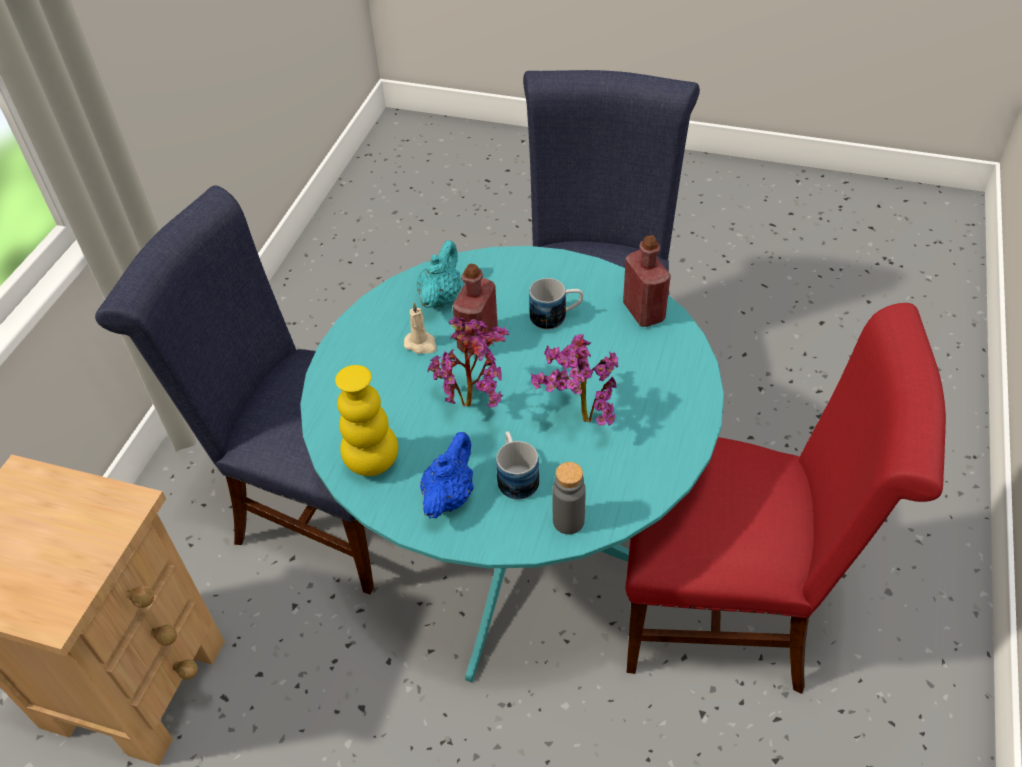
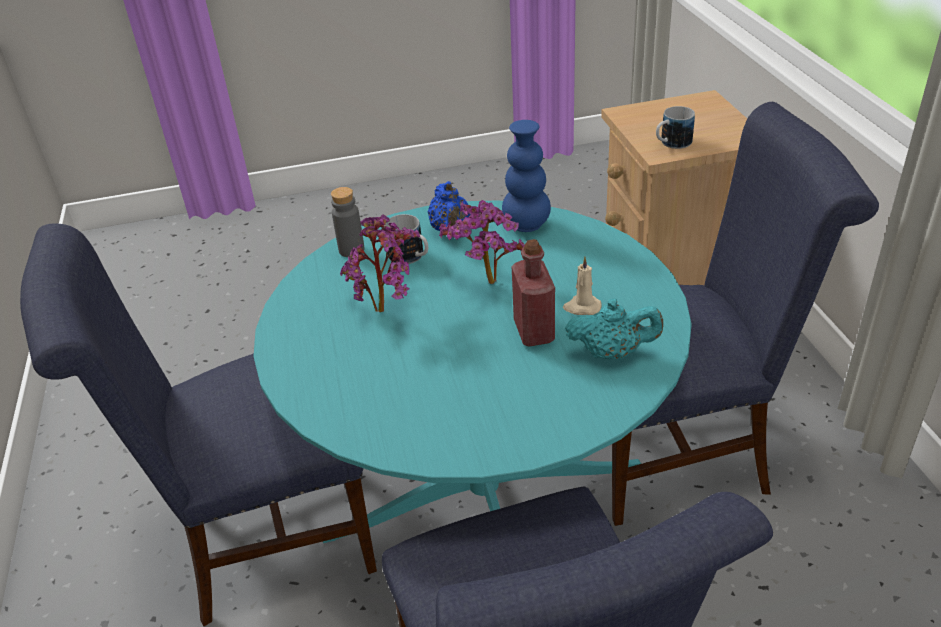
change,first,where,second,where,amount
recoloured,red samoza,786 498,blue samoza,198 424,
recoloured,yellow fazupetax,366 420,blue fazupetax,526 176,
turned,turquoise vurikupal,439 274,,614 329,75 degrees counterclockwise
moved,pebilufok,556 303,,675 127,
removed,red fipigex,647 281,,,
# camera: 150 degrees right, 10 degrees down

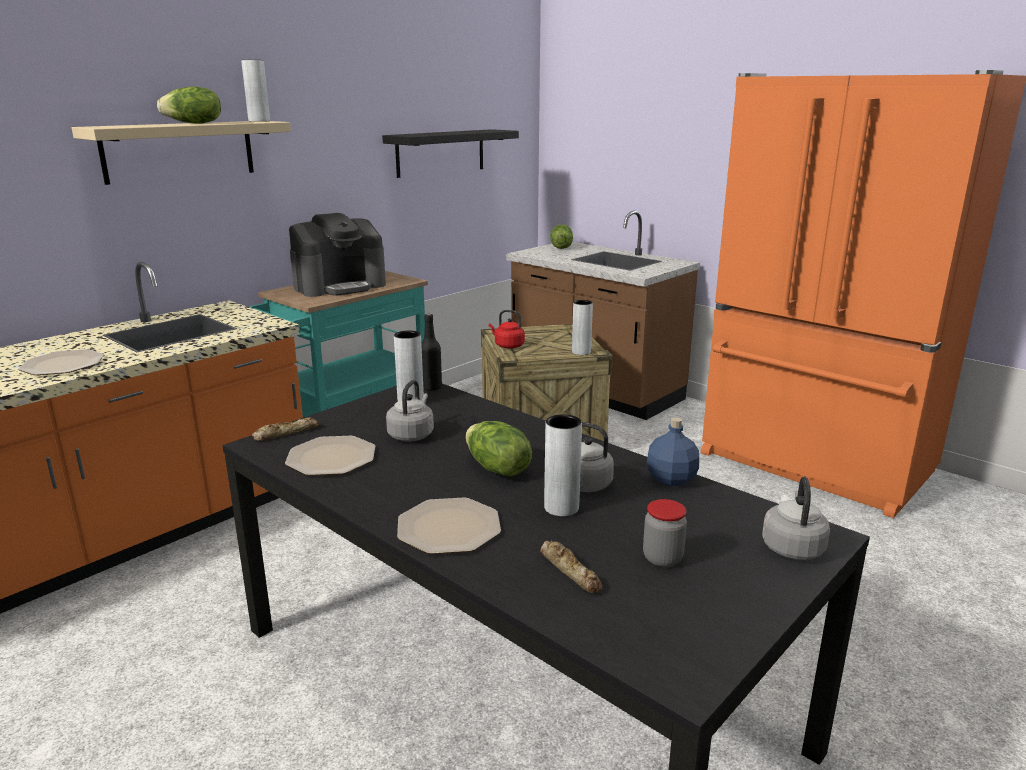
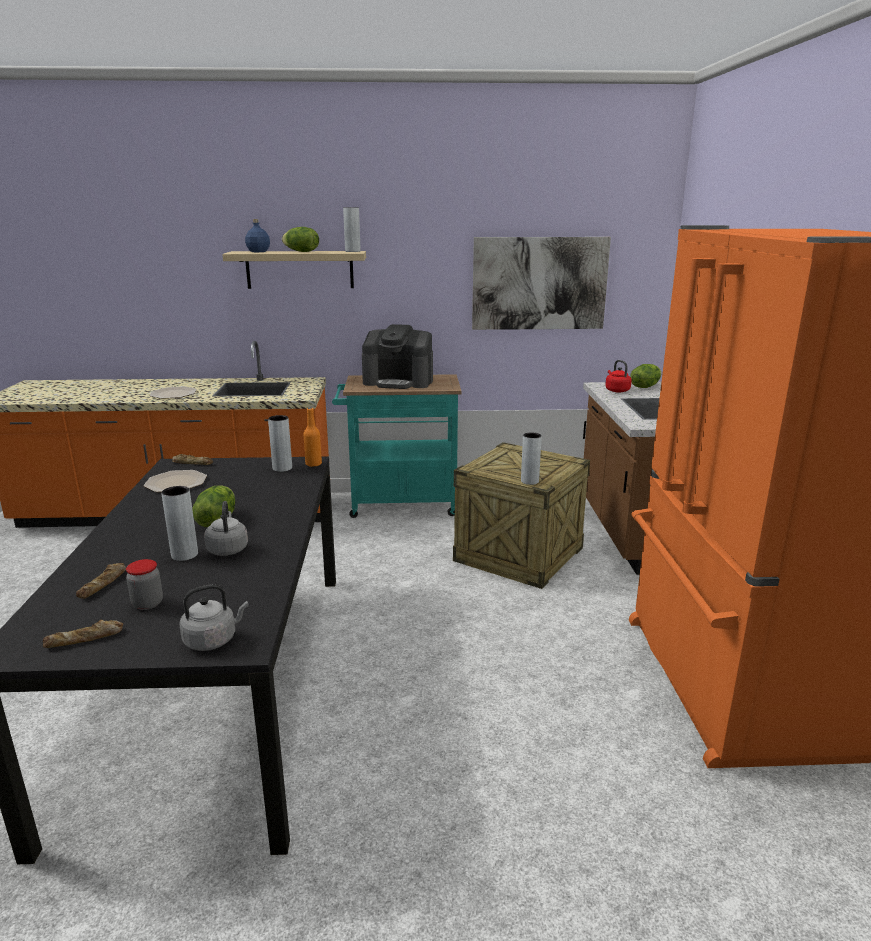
change,first,where,second,where,amount
added,,,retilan,83 633,
moved,blue fipigex,673 451,,257 235,
recoloured,black fipigex,431 352,orange fipigex,312 437,
replaced,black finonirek,450 153,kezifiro,541 283,
moved,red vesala,507 329,,618 376,
removed,grey vesala,410 411,,,
removed,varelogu,449 525,,,
# camera: 45 degrees right, 0 degrees up

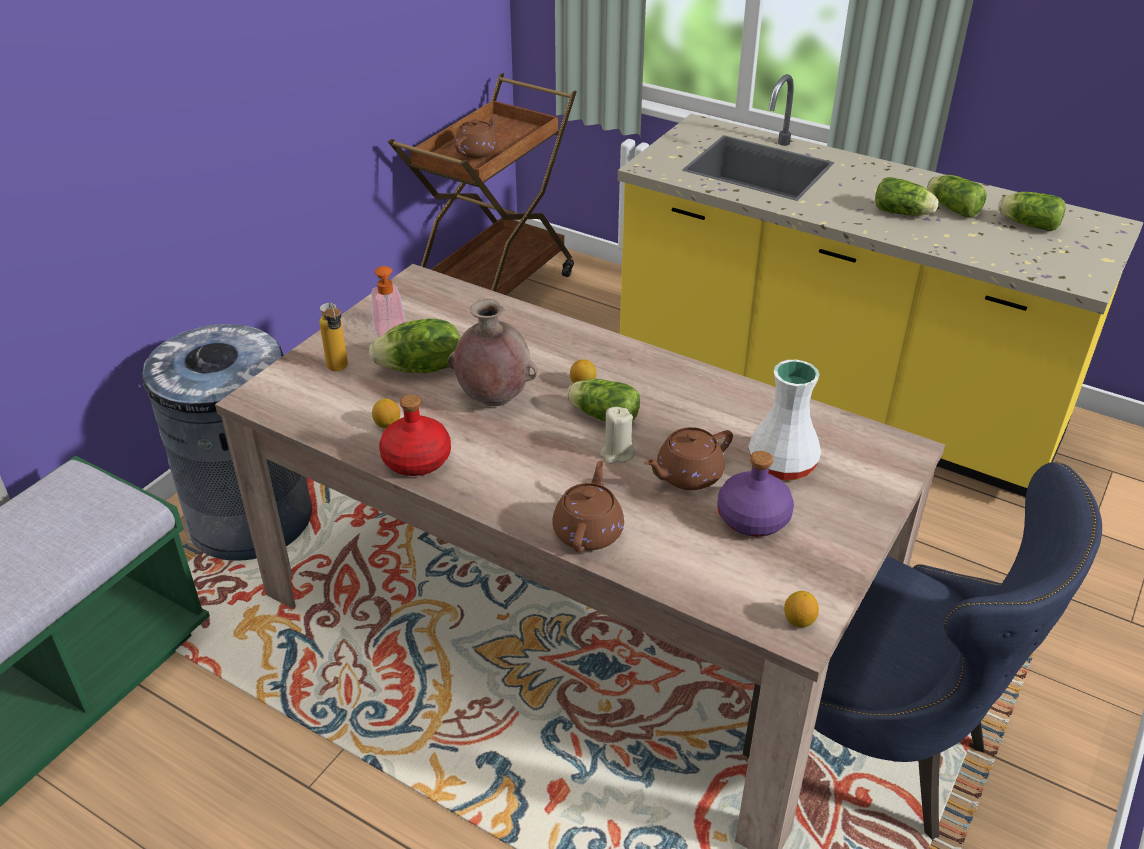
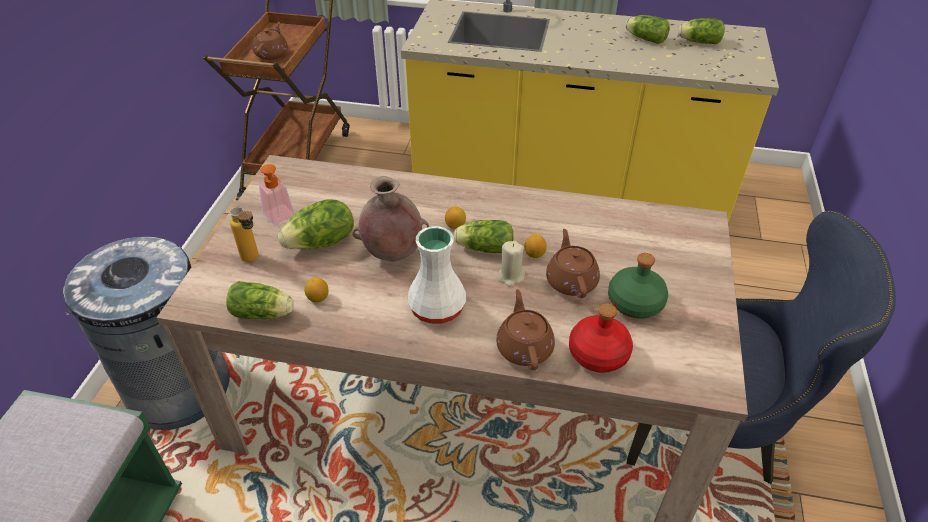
change,first,where,second,where,amount
moved,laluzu,907 196,,260 300,
moved,white fazupetax,784 420,,436 275,
moved,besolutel,801 609,,535 246,
turned,brown vurikupal,688 458,,573 263,135 degrees clockwise
moved,red fipigex,415 435,,601 338,
recoloured,purple fipigex,755 494,green fipigex,638 286,
# camera: 20 degrees left, 5 degrees up

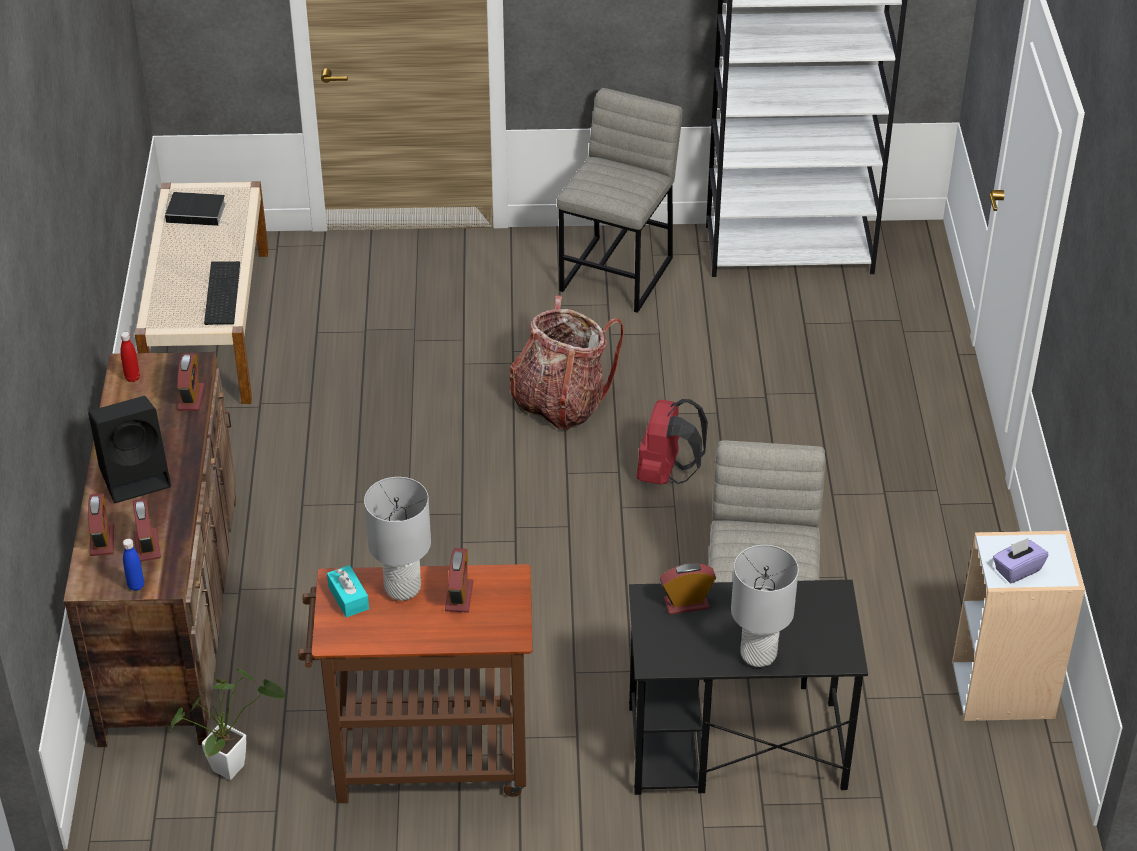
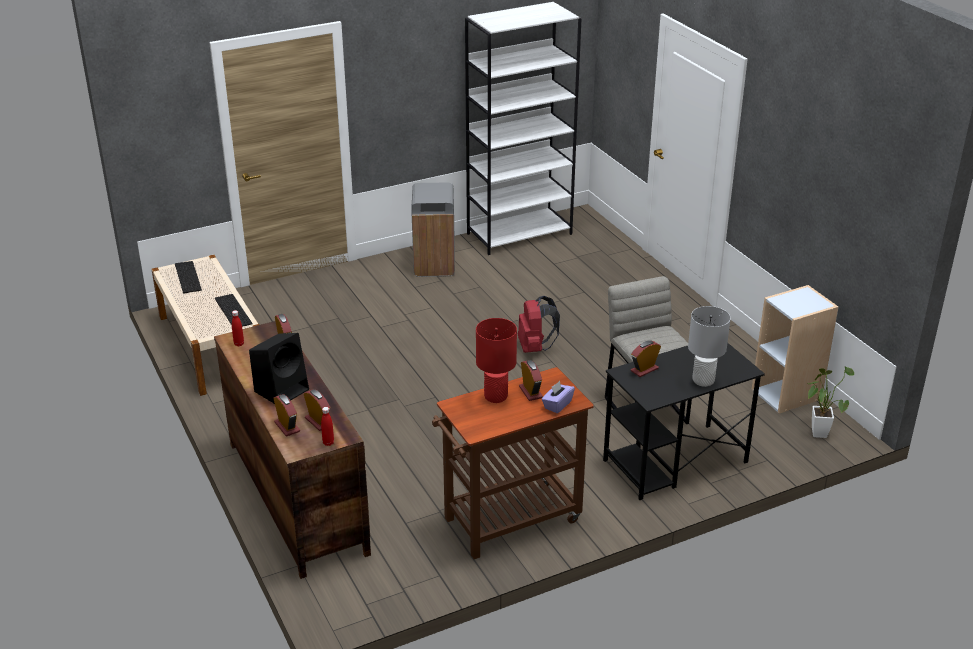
change,first,where,second,where,amount
replaced,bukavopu,197 209,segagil,188 277,
recoloured,blue fipigex,133 564,red fipigex,327 426,
replaced,grey samoza,620 200,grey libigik,433 230,
recoloured,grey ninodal,397 539,red ninodal,496 360,
moved,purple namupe,1020 560,,558 397,
moved,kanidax,228 724,,831 402,
removed,turquoise namupe,348 591,,,
removed,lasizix,567 363,,,
# camera: 25 degrees left, 10 degrees down

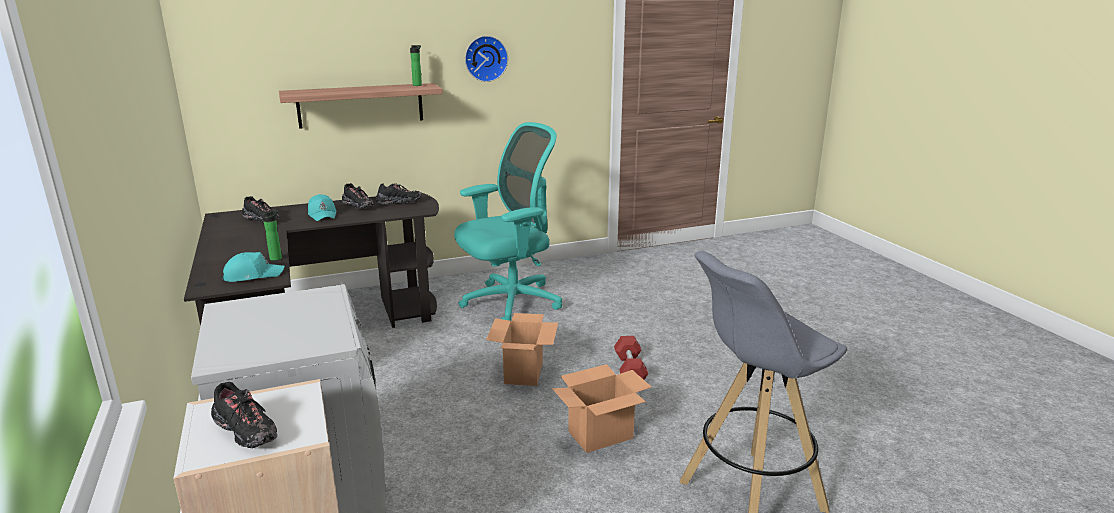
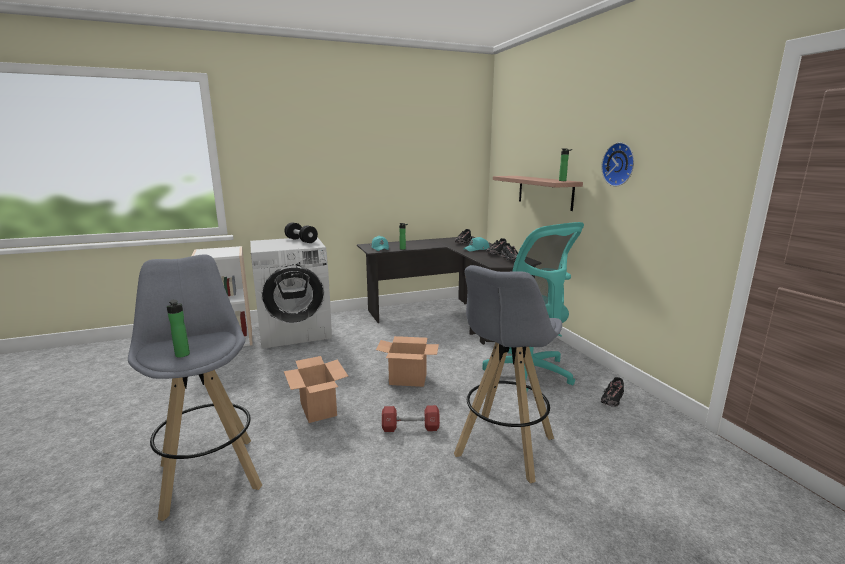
change,first,where,second,where,amount
added,,,fipigex,178 329,
added,,,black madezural,301 232,
added,,,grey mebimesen,508 374,
moved,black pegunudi,244 415,,612 392,
# camera: 90 degrees right, 5 degrees down

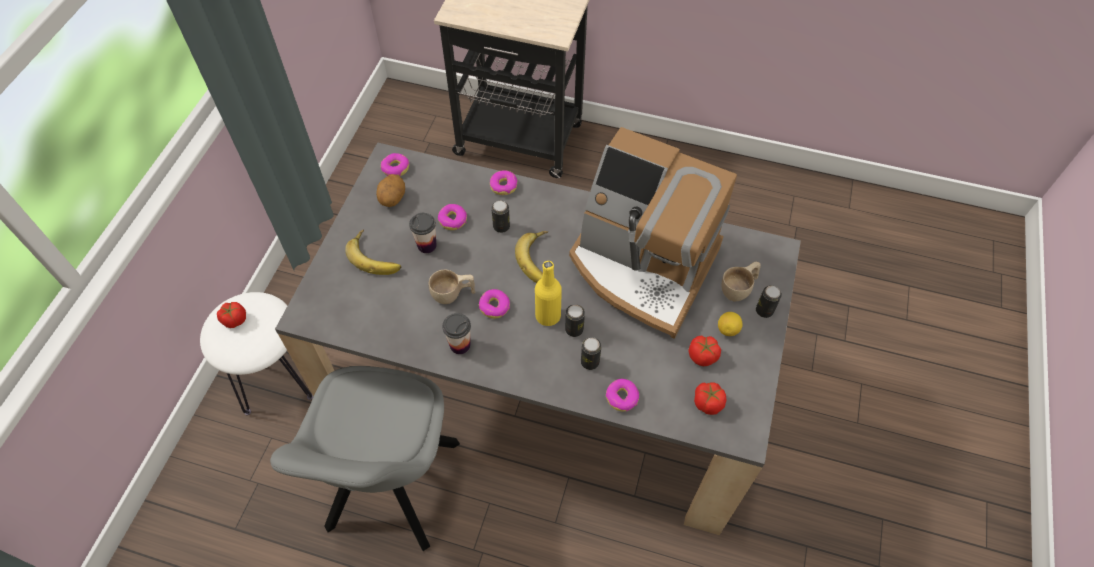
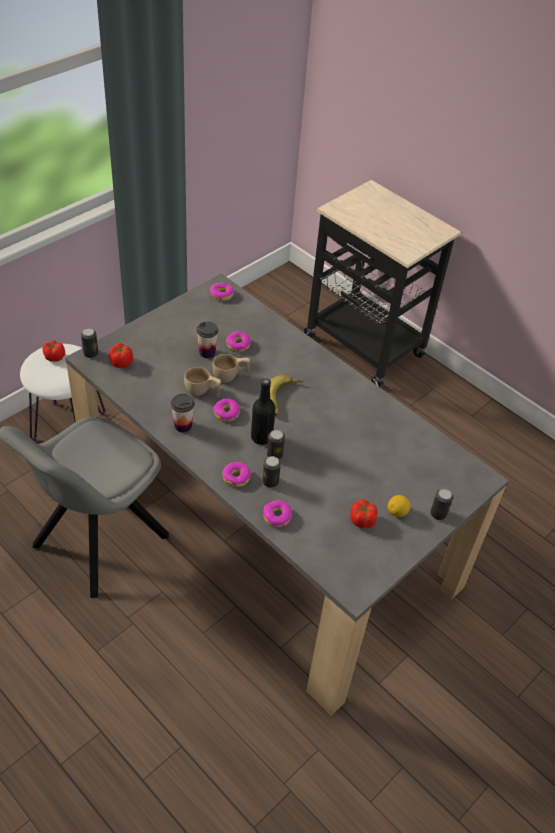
change,first,where,second,where,amount
moved,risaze,500 216,,89 343,
moved,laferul,710 398,,121 355,
moved,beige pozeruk,741 281,,231 368,
moved,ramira,504 182,,236 474,
recoloured,yellow fipigex,548 293,black fipigex,263 412,
removed,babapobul,373 252,,,
removed,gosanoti,390 190,,,
removed,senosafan,653 233,,,
# camera: 25 degrees right, 10 degrees down

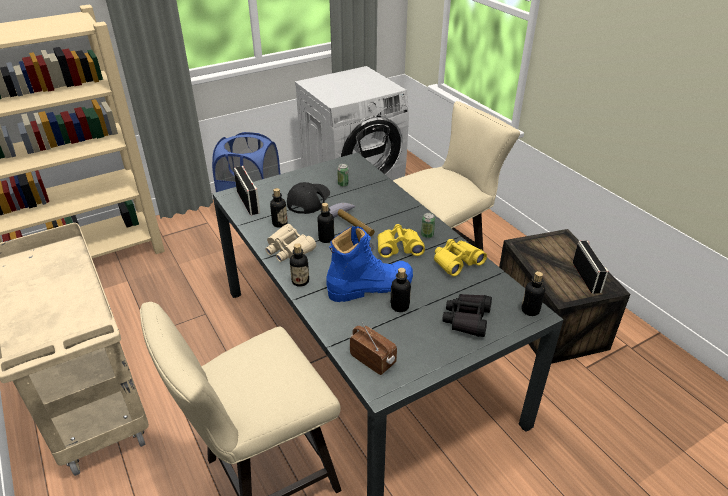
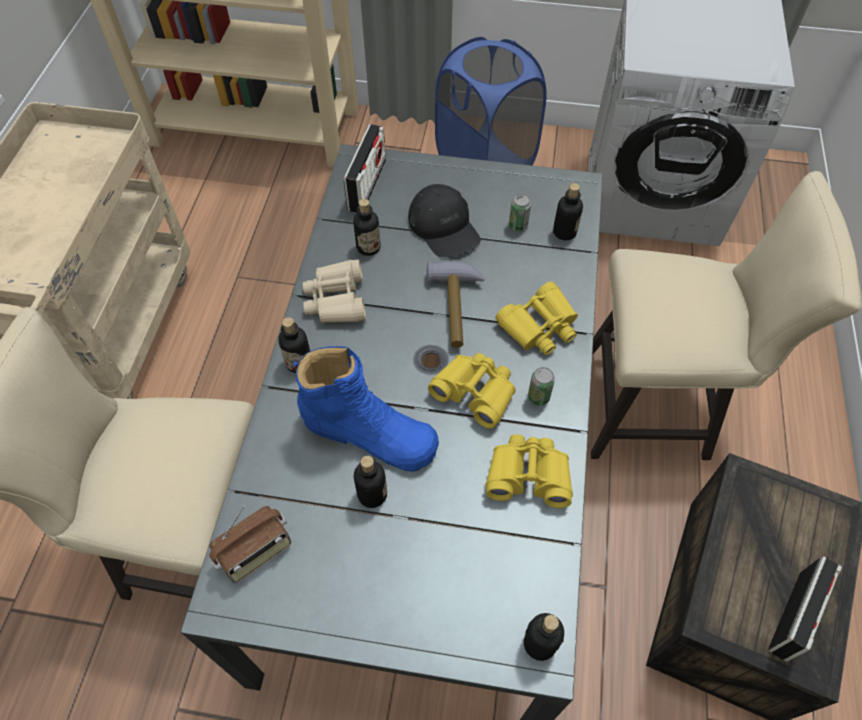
change,first,where,second,where,amount
turned,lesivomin,373 349,,250 544,60 degrees clockwise
turned,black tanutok,308 198,,444 220,90 degrees clockwise
added,,,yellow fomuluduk,536 318,
moved,fipigex,326 223,,568 211,
removed,black fomuluduk,467 315,,,
# camera: 40 degrees right, 20 degrees up

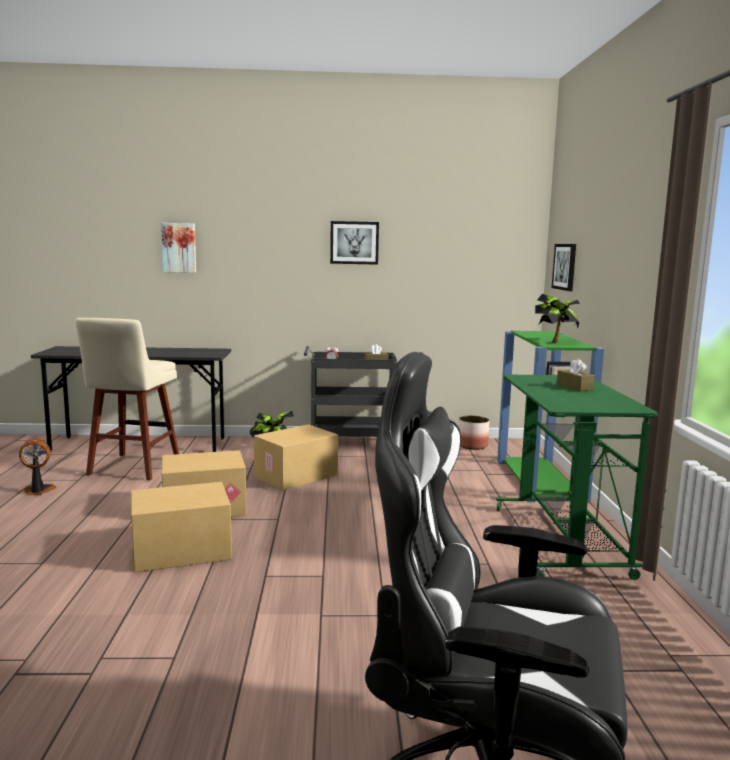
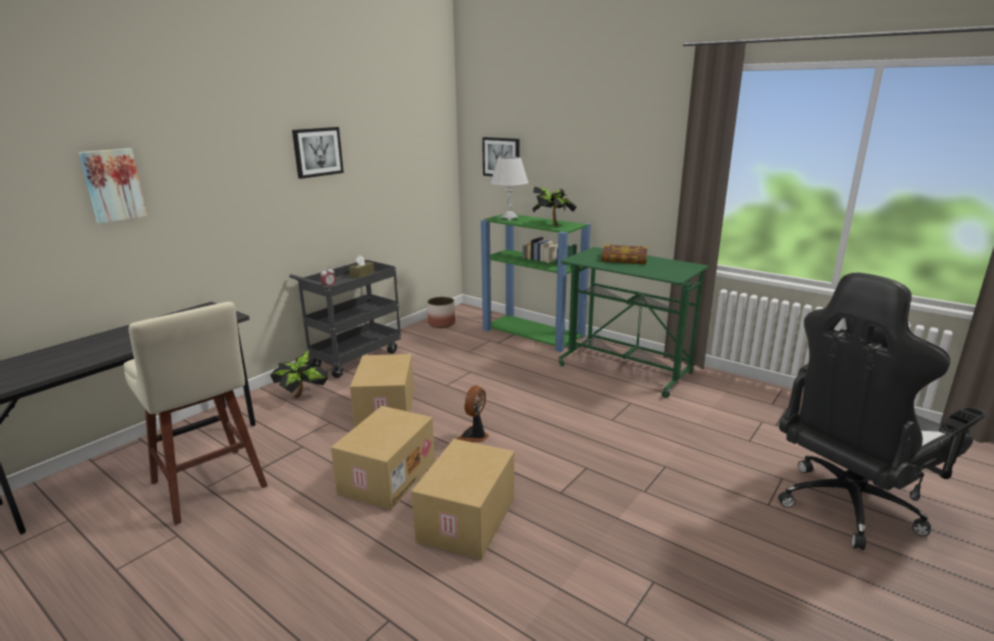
change,first,where,second,where,amount
moved,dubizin,37 467,,473 413,
added,,,white ninodal,509 189,
replaced,brown namupe,576 375,bukavopu,624 254,
# camera: 50 degrees left, 10 degrees up

